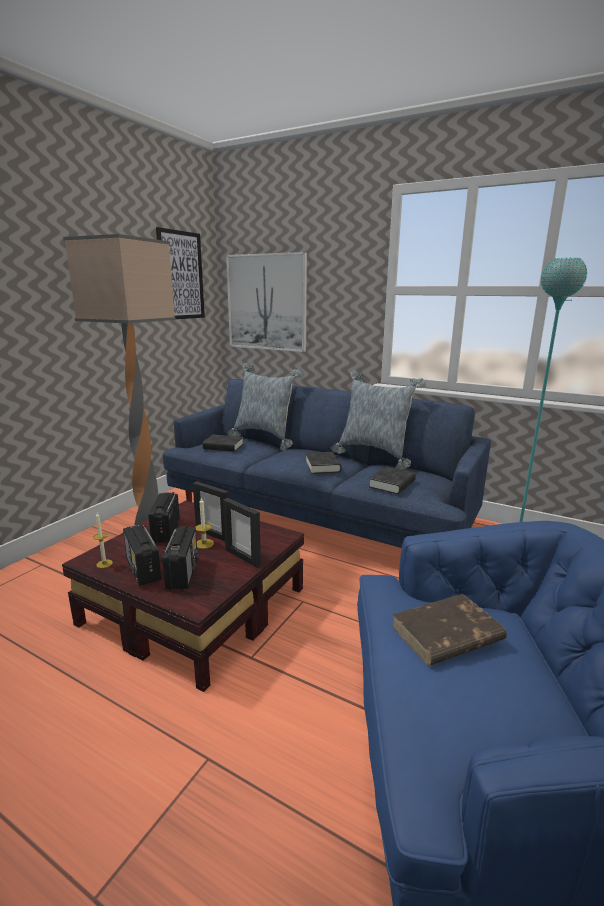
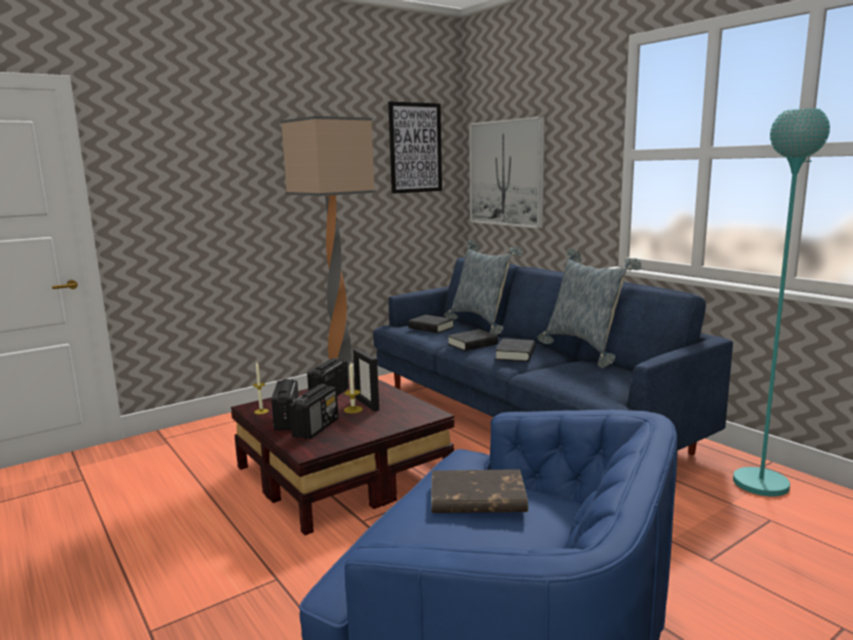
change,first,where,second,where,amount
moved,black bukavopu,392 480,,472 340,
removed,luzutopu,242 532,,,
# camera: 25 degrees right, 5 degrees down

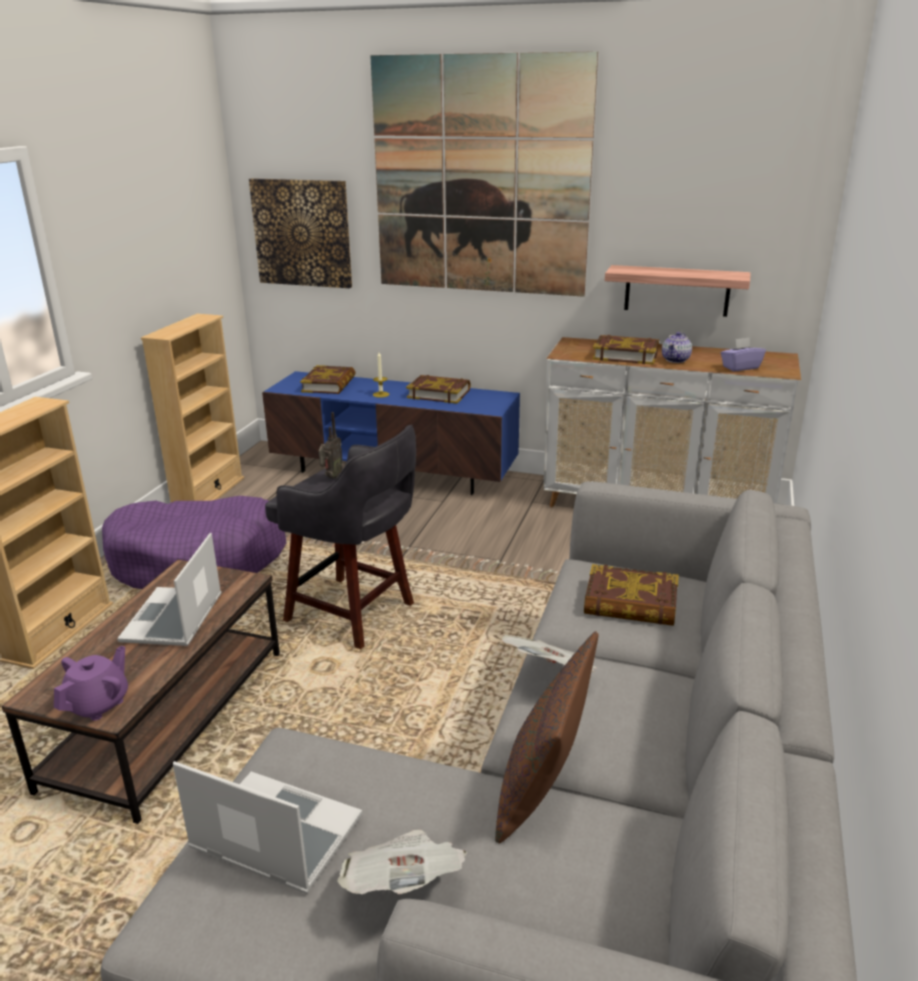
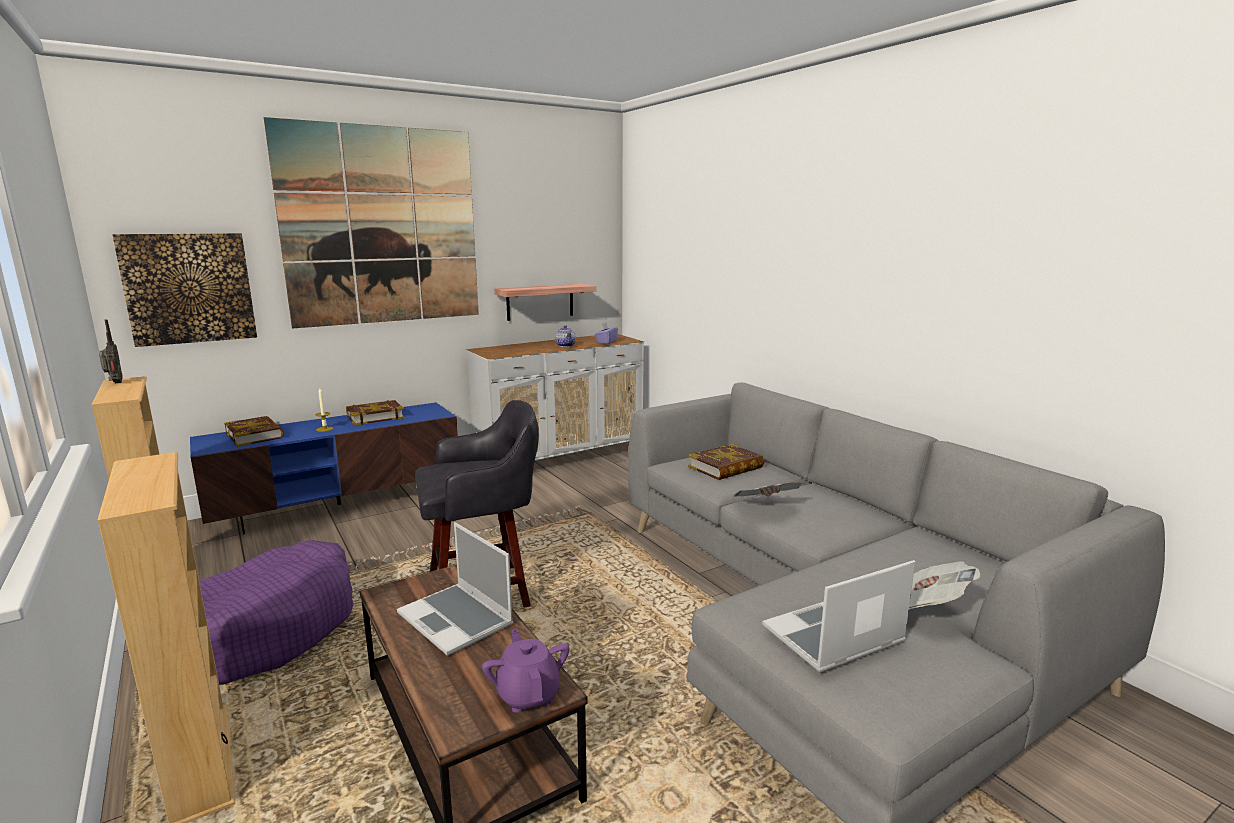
change,first,where,second,where,amount
moved,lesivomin,331 445,,111 351,
removed,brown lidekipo,546 737,,,
removed,bukavopu,625 350,,,
# camera: 50 degrees left, 10 degrees down

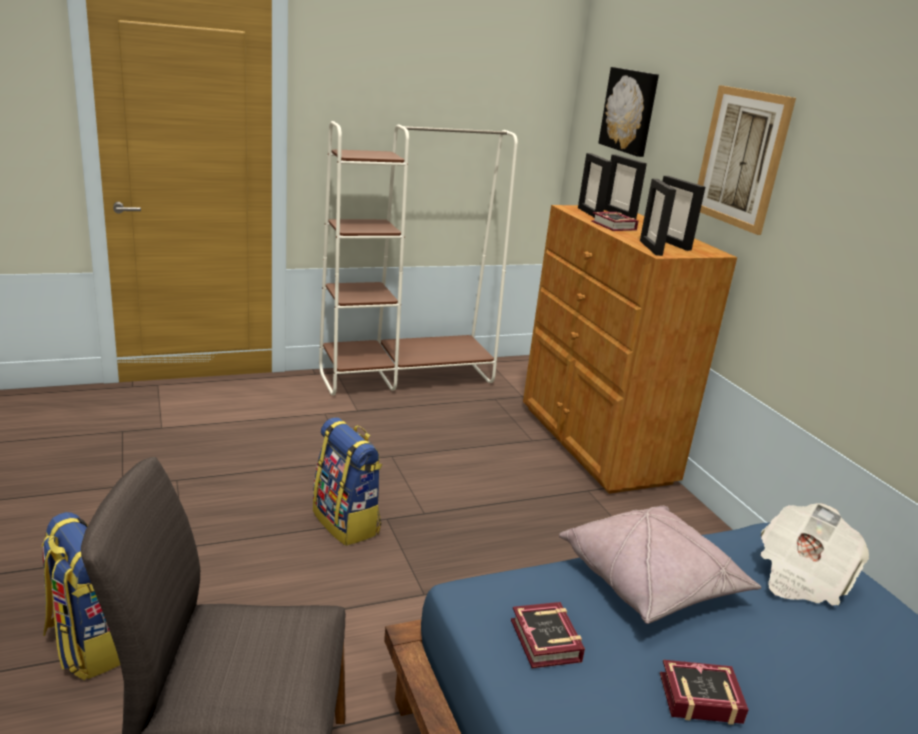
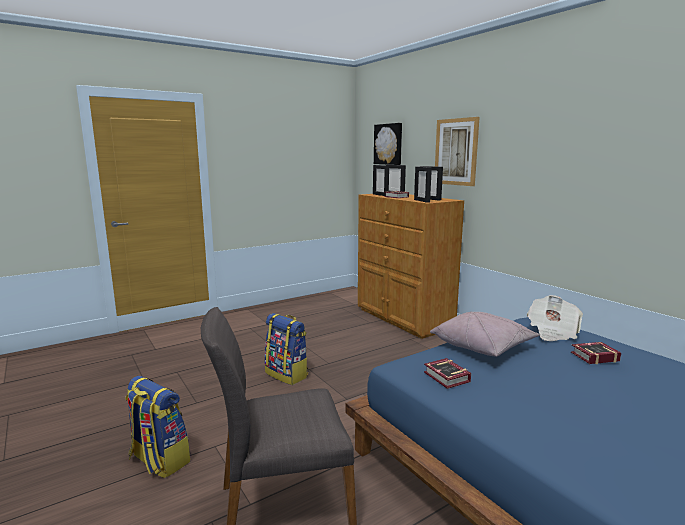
change,first,where,second,where,amount
moved,bukavopu,704 692,,596 353,
removed,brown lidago,418 258,,,
# camera: 10 degrees left, 10 degrees down

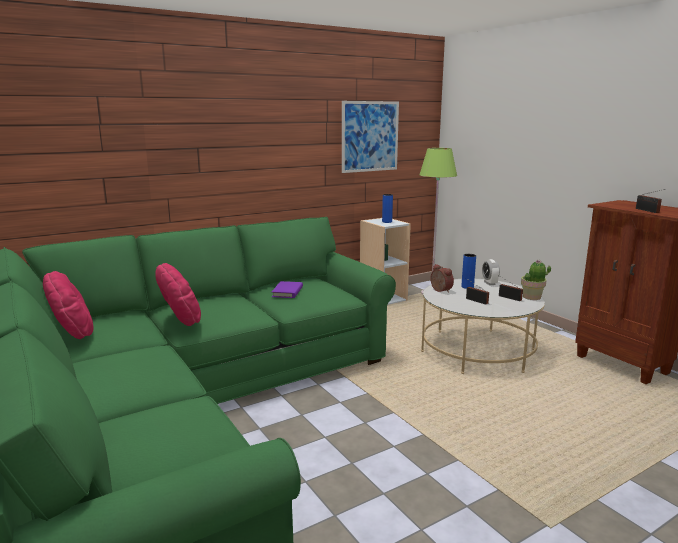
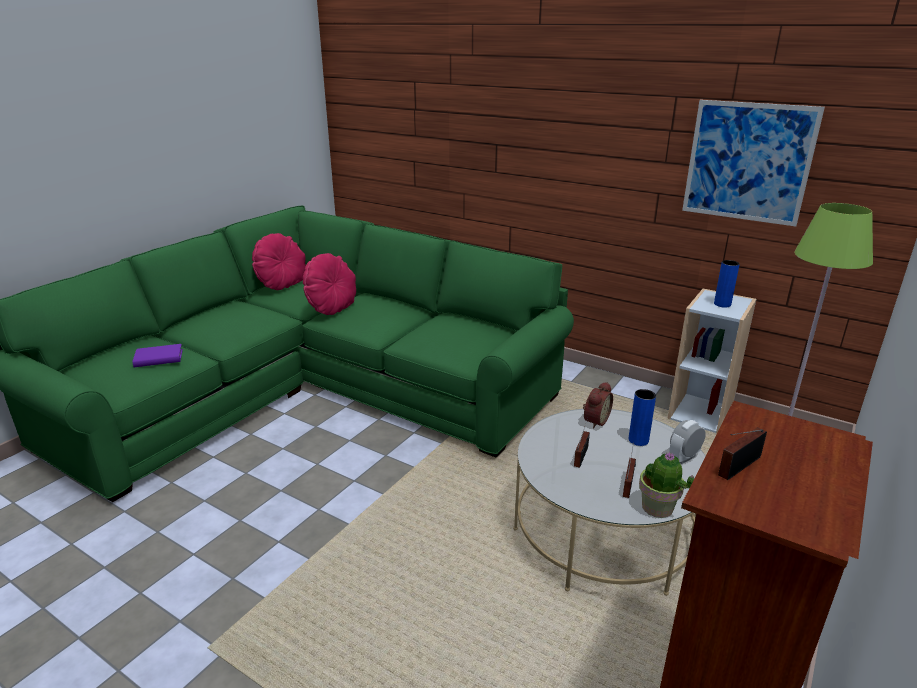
change,first,where,second,where,amount
moved,purple bukavopu,287 289,,157 355,
# camera: 65 degrees right, 10 degrees up

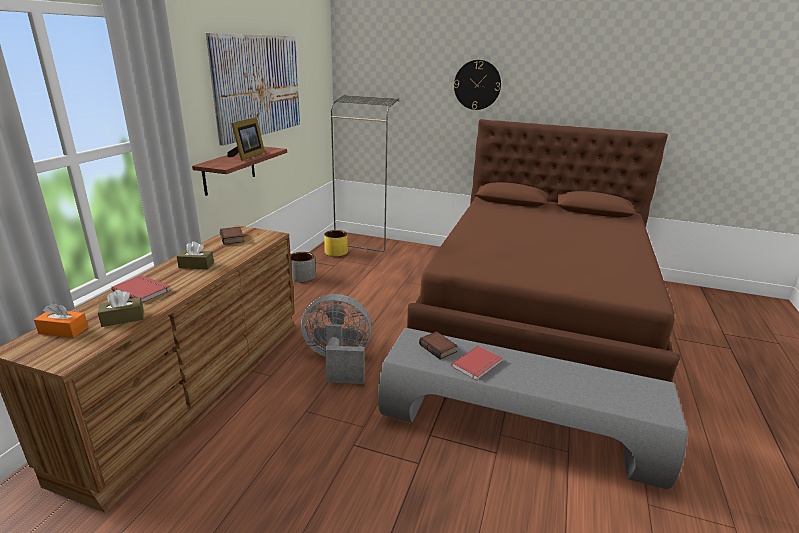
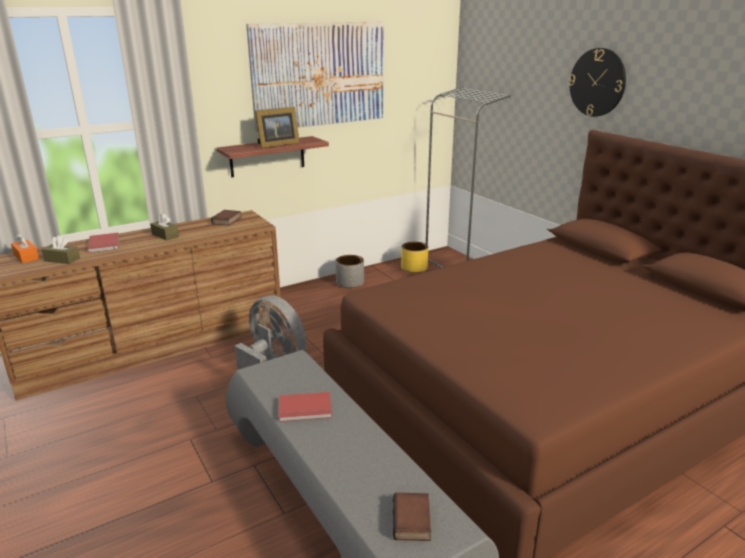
change,first,where,second,where,amount
moved,bukavopu,438 345,,412 517,
# camera: 40 degrees right, 0 degrees up

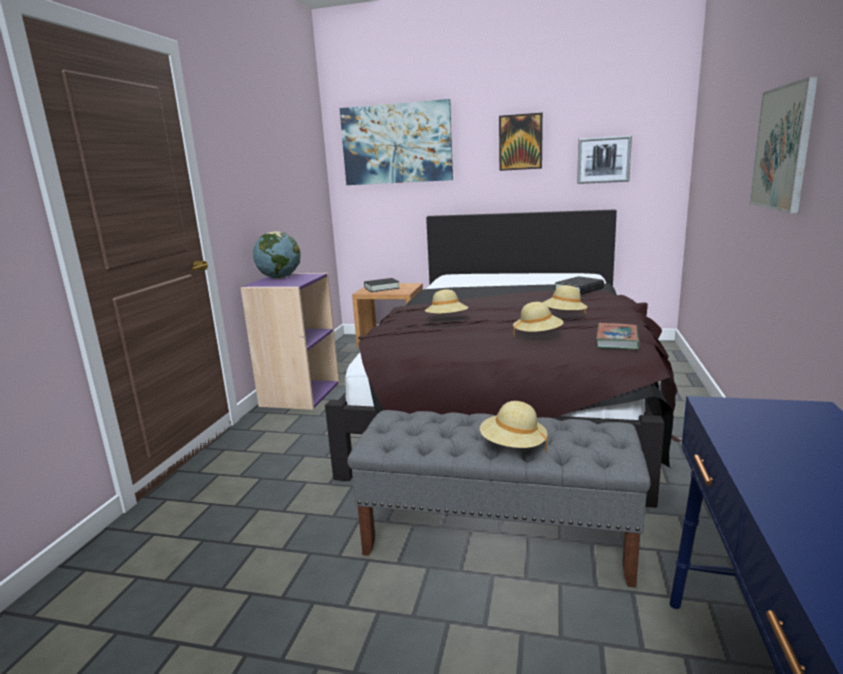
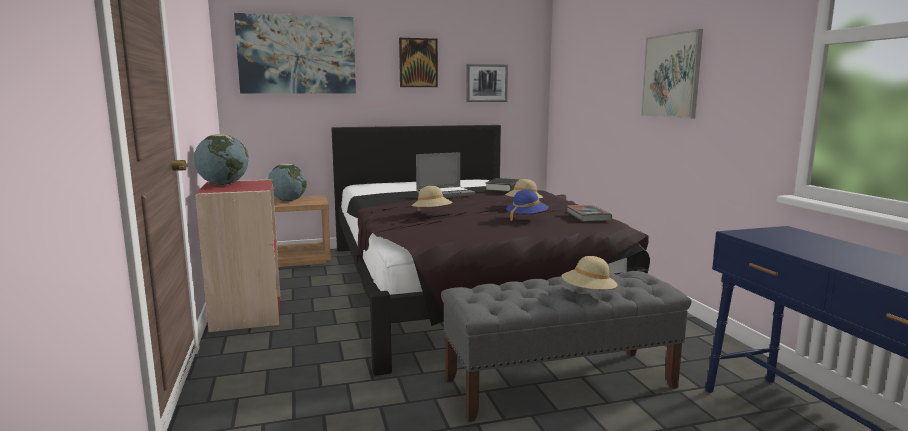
change,first,where,second,where,amount
recoloured,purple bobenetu,290 341,red bobenetu,238 255,
replaced,black bukavopu,382 285,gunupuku,287 182,
added,,,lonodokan,445 175,
recoloured,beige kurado,538 319,blue kurado,527 205,
# camera: 30 degrees left, 5 degrees down

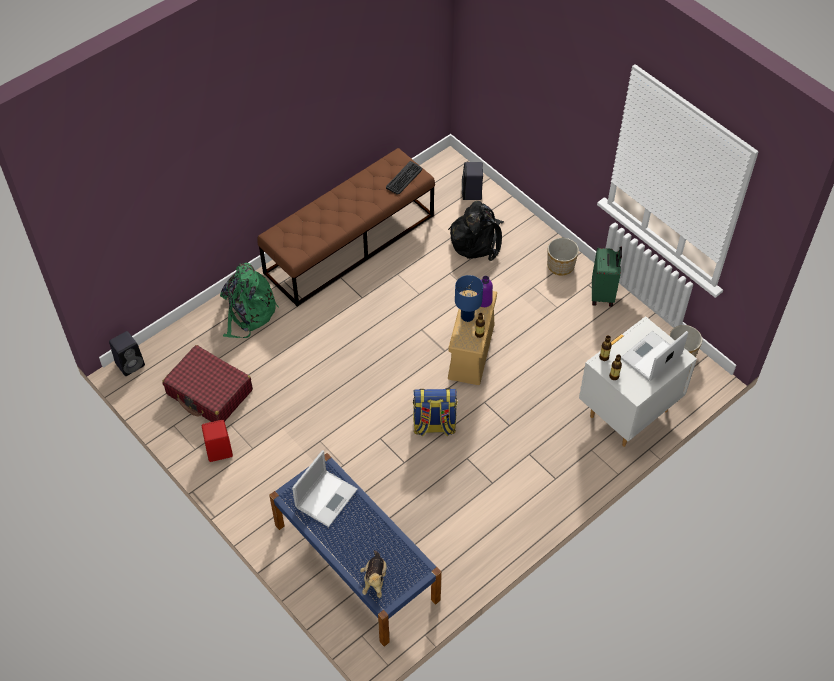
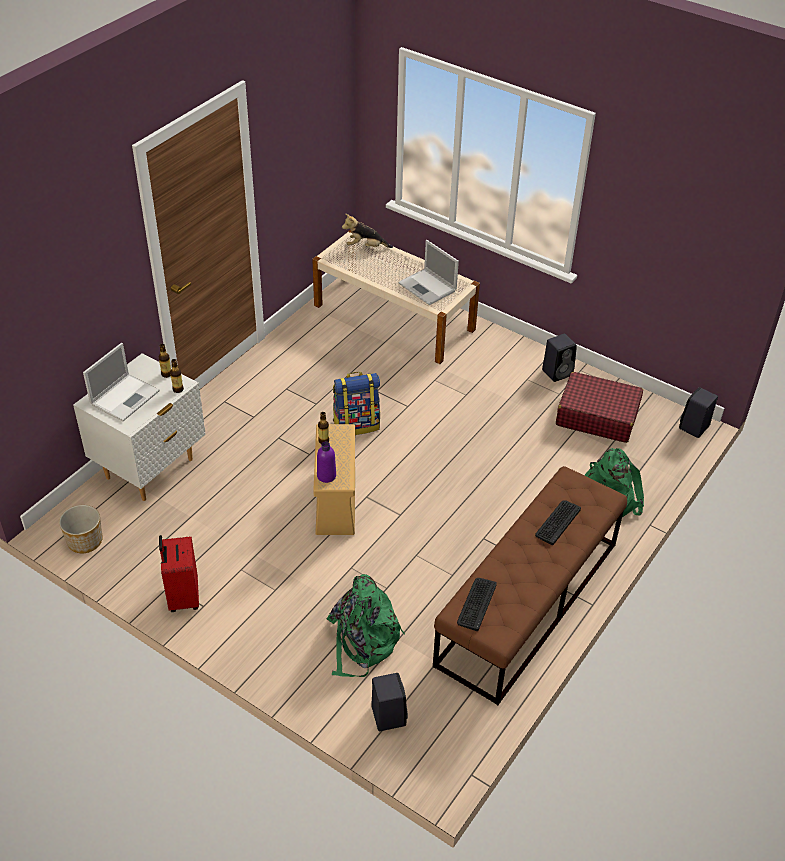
change,first,where,second,where,amount
recoloured,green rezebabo,607 276,red rezebabo,179 573,
recoloured,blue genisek,355 550,beige genisek,396 297,
recoloured,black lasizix,476 231,green lasizix,366 625,
turned,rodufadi,373 574,,367 231,75 degrees counterclockwise
turned,lonodokan,325 488,,428 272,60 degrees counterclockwise
added,,,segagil,558 522,
recoloured,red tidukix,217 441,black tidukix,559 358,
removed,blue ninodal,469 298,,,
removed,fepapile,563 257,,,
# camera: 165 degrees right, 10 degrees down

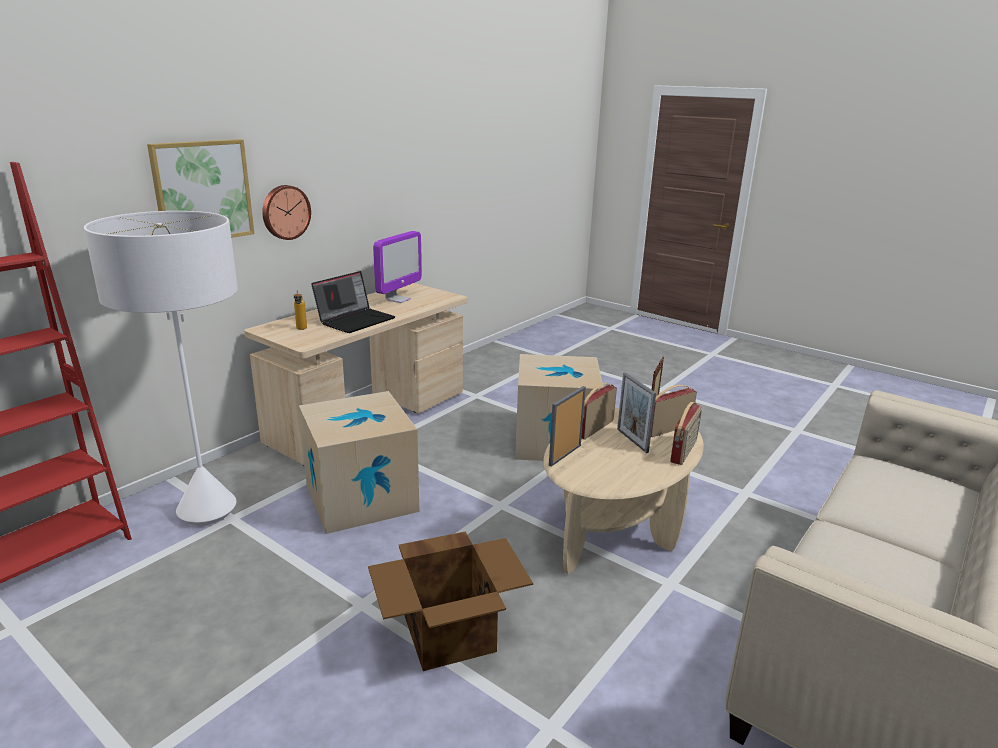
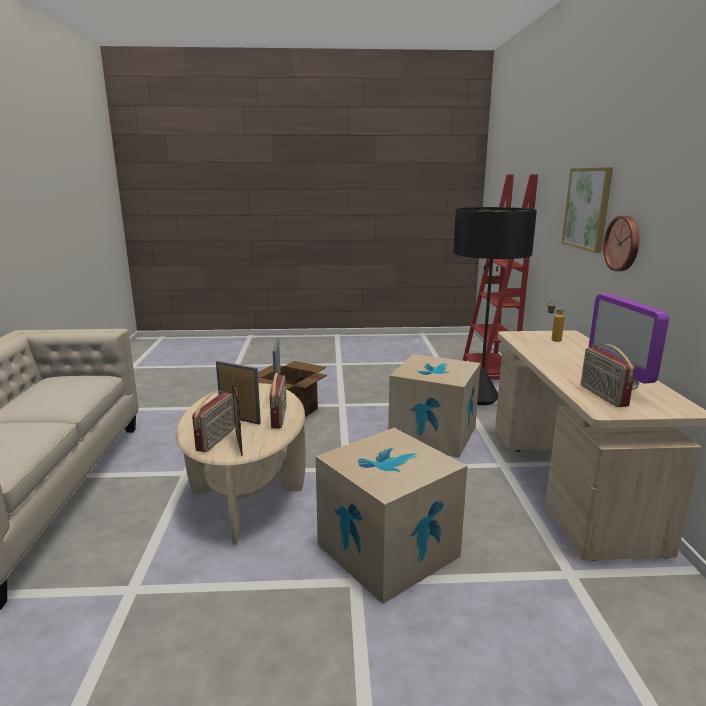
change,first,where,second,where,amount
recoloured,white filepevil,161 368,black filepevil,495 306,
moved,lesivomin,686 433,,608 375,
removed,lonodokan,353 302,,,
# camera: 140 degrees right, 5 degrees down

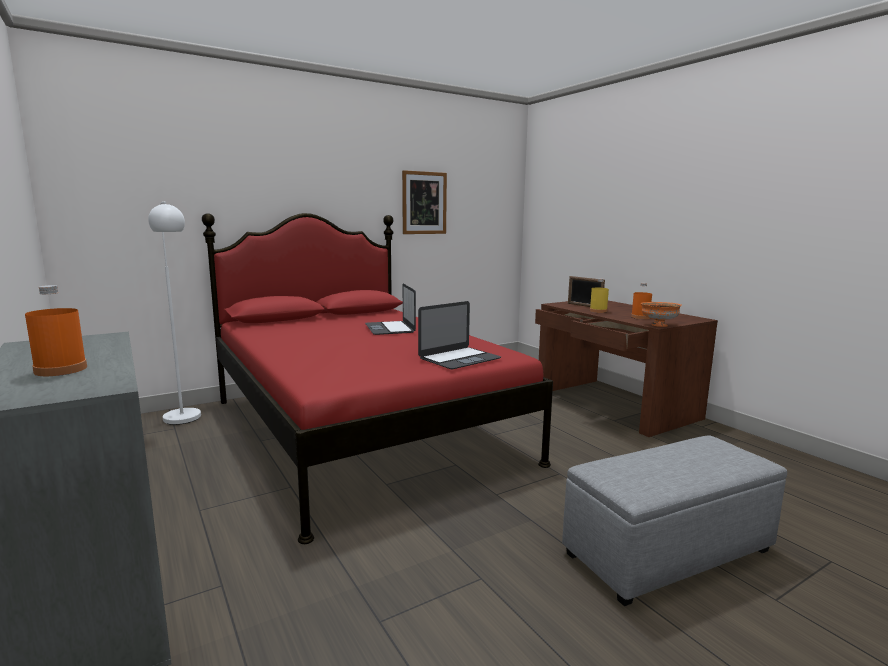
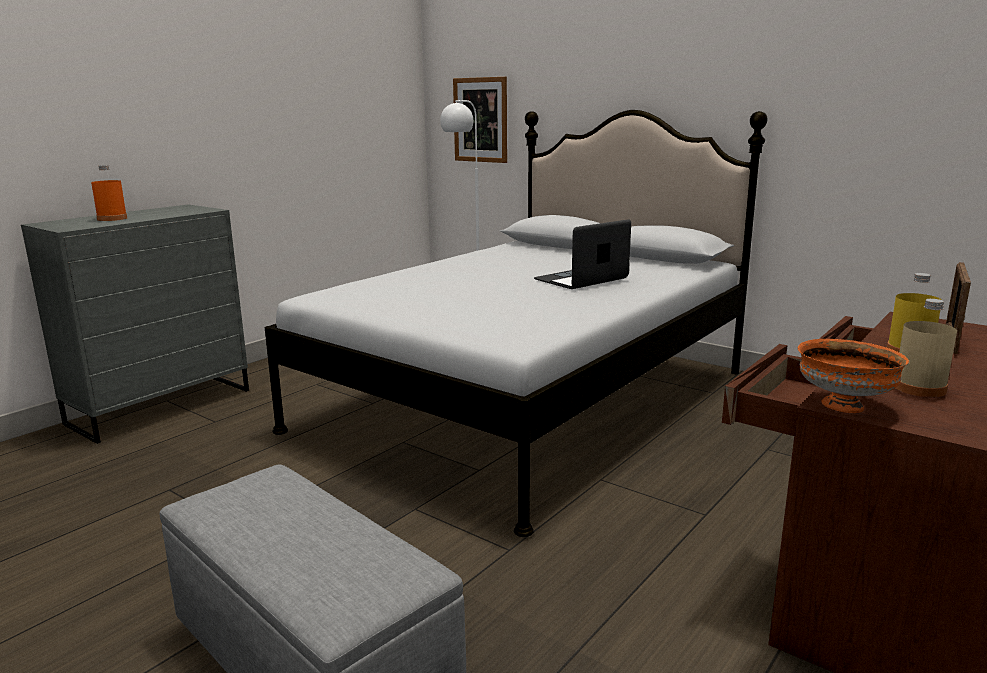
change,first,where,second,where,amount
recoloured,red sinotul,377 378,white sinotul,516 323,
moved,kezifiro,424 202,,480 120,
recoloured,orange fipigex,641 301,beige fipigex,926 348,
removed,lonodokan,459 335,,,
# camera: 70 degrees right, 5 degrees up

